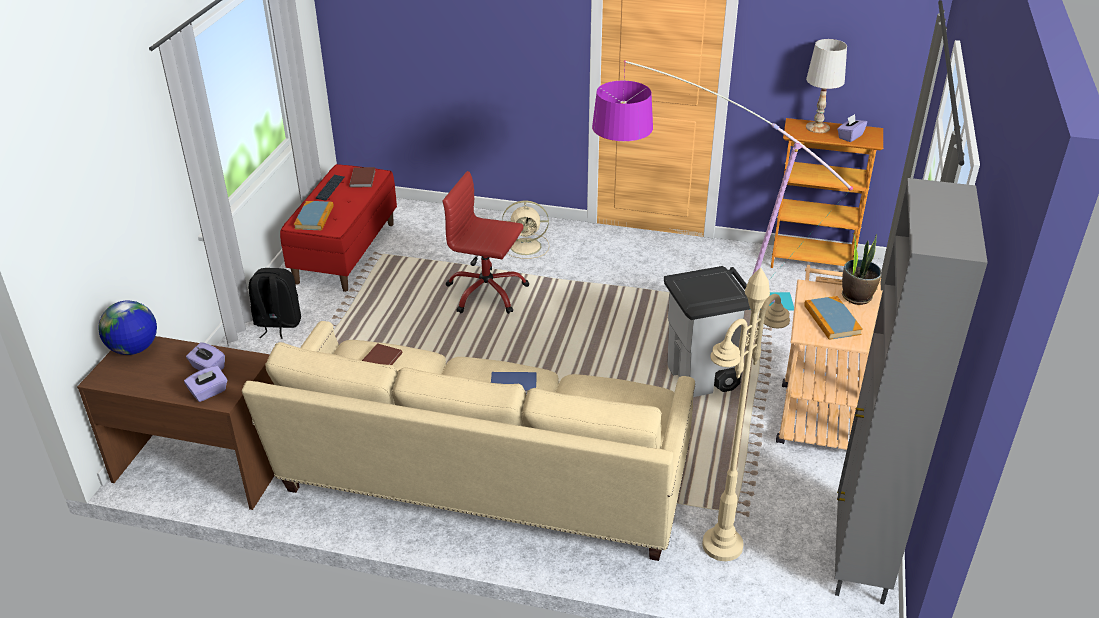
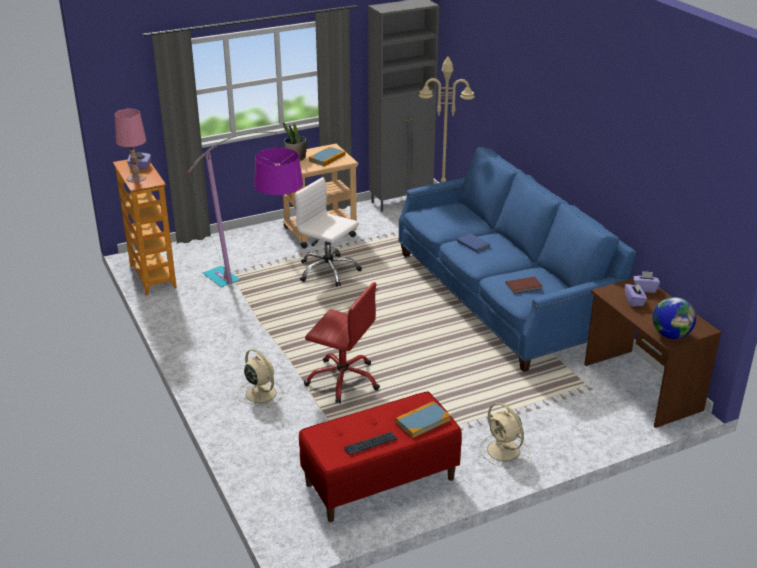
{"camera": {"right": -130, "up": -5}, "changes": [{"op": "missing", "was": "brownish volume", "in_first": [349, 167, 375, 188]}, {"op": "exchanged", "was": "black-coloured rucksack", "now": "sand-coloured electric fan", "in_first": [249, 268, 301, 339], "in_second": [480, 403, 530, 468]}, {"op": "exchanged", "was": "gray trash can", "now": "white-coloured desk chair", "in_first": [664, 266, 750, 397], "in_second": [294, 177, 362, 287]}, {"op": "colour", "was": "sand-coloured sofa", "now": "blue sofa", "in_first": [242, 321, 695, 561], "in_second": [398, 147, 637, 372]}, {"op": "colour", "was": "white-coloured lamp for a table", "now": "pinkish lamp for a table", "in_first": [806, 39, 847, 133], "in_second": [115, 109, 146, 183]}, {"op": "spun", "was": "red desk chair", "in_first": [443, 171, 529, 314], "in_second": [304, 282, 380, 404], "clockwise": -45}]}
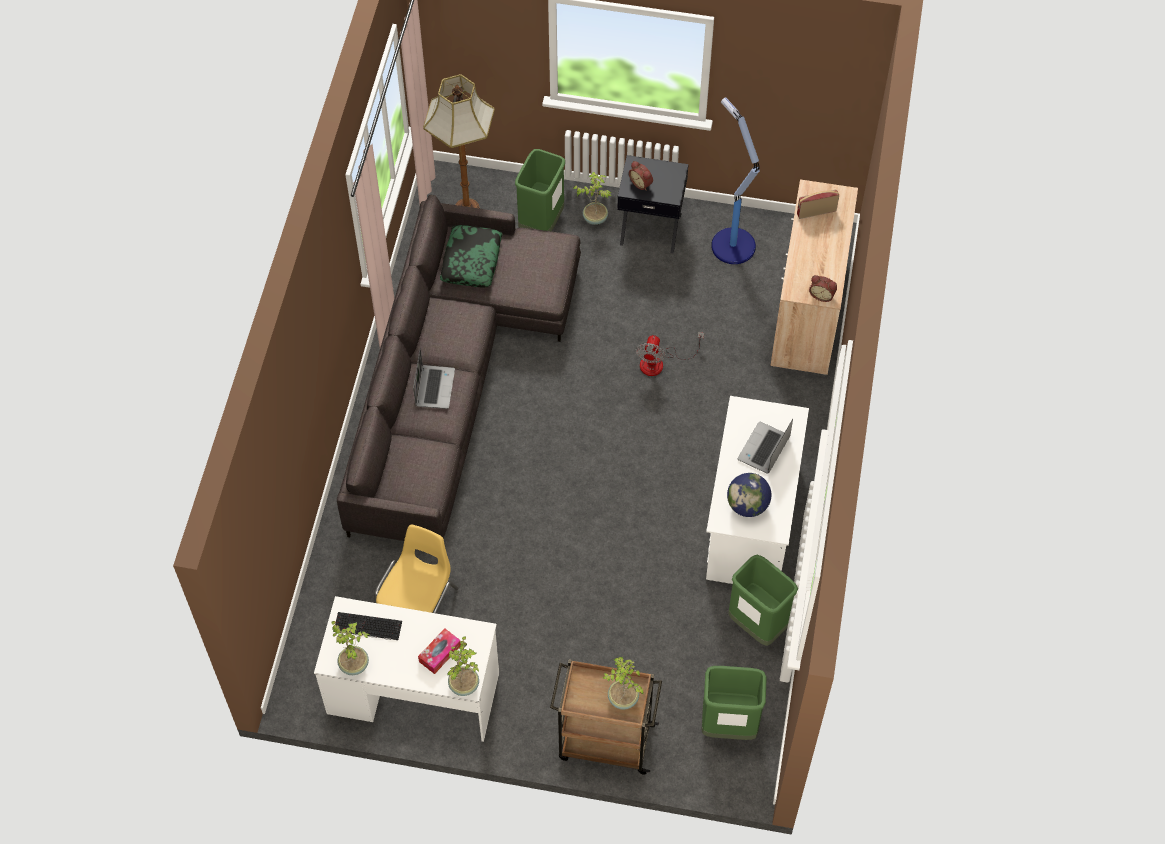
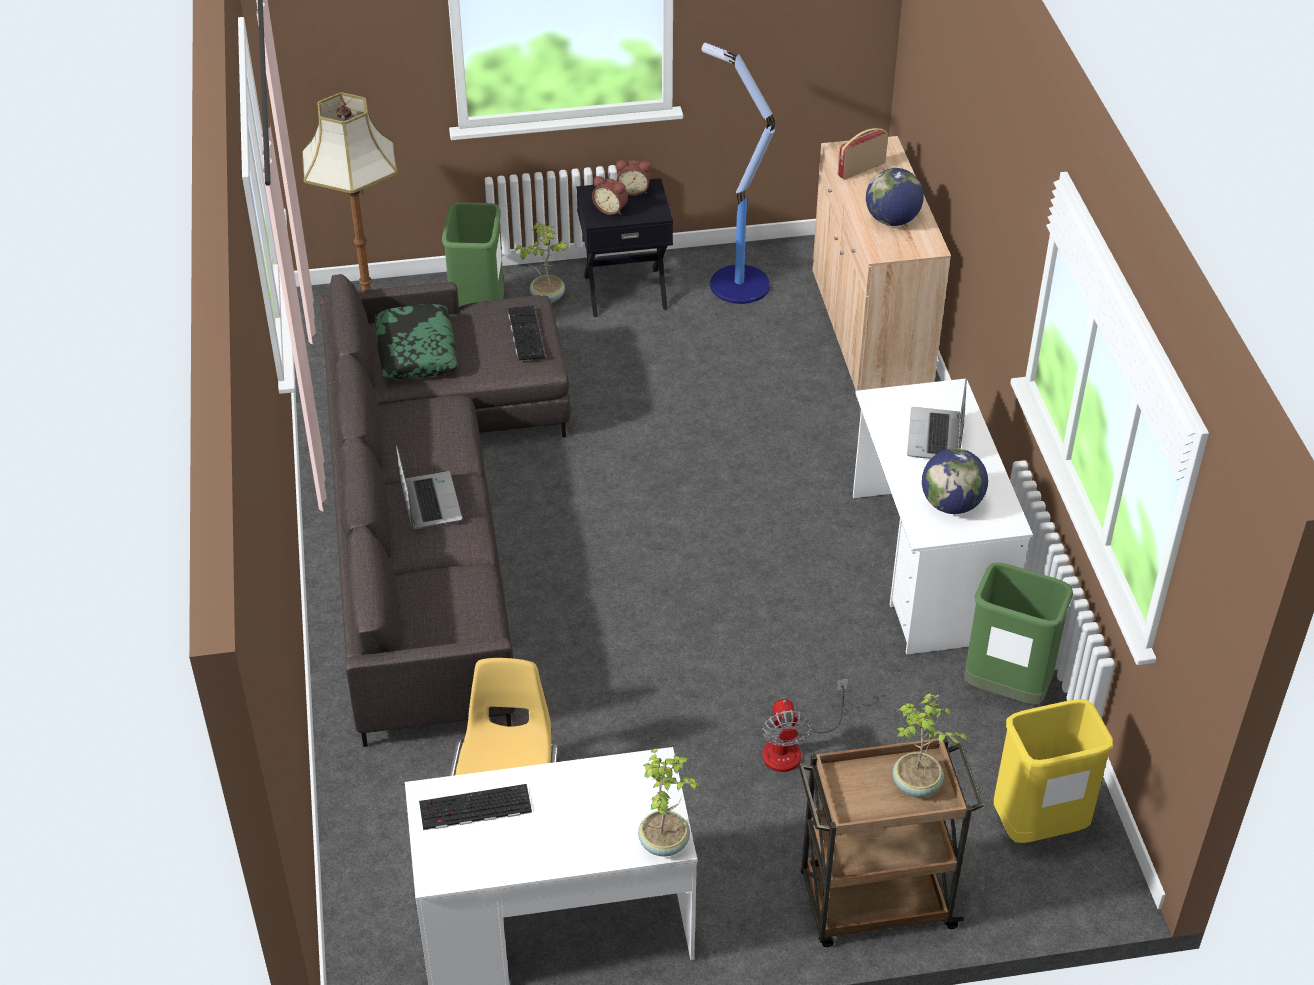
{"camera": {"right": -20, "up": -15}, "changes": [{"op": "missing", "was": "potted plant", "in_first": [331, 621, 369, 675]}, {"op": "missing", "was": "tissue holder", "in_first": [418, 628, 461, 674]}, {"op": "appeared", "now": "PC keyboard", "in_second": [508, 306, 545, 361]}, {"op": "appeared", "now": "world globe", "in_second": [866, 168, 924, 226]}, {"op": "relocated", "was": "electric fan", "in_first": [636, 332, 704, 376], "in_second": [762, 679, 848, 772]}, {"op": "relocated", "was": "alarm clock", "in_first": [809, 275, 837, 302], "in_second": [616, 160, 650, 196]}, {"op": "colour", "was": "green-coloured trash can", "now": "yellowish trash can", "in_first": [701, 666, 767, 740], "in_second": [994, 699, 1113, 843]}]}
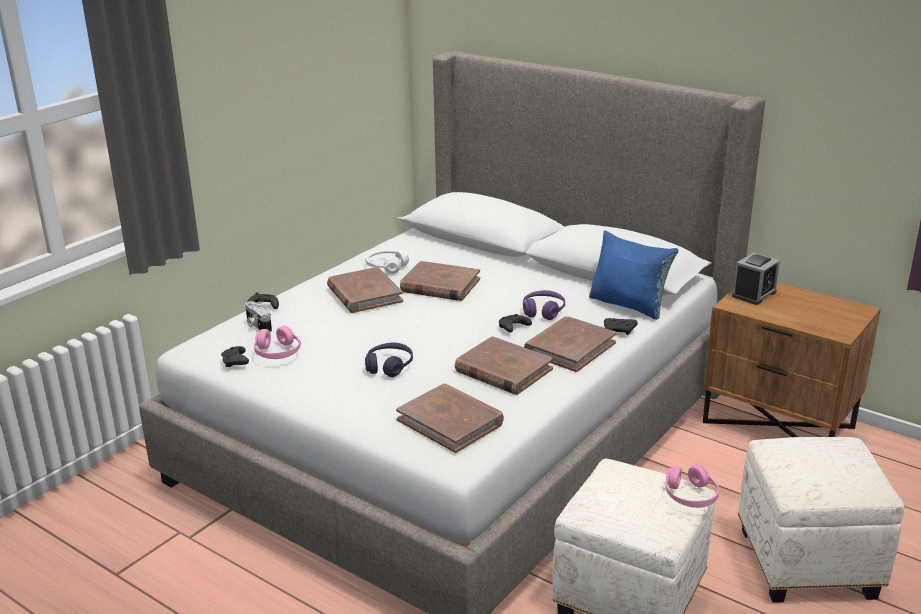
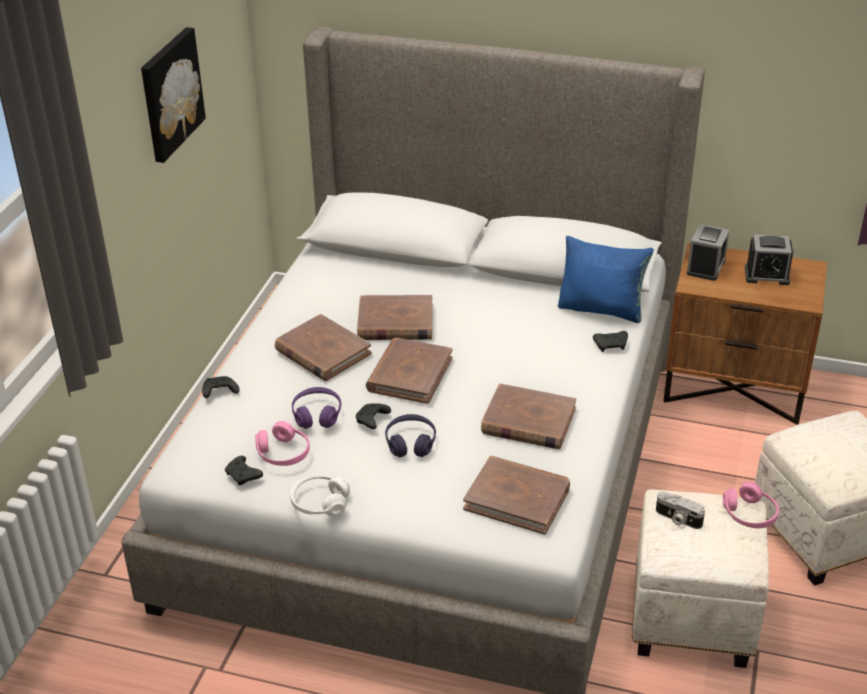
{"camera": {"right": -20, "up": 10}, "changes": [{"op": "appeared", "now": "picture", "in_second": [141, 27, 206, 163]}, {"op": "appeared", "now": "alarm clock", "in_second": [745, 234, 793, 285]}, {"op": "relocated", "was": "still camera", "in_first": [245, 301, 272, 332], "in_second": [656, 492, 705, 529]}, {"op": "relocated", "was": "white-coloured pair of headphones", "in_first": [365, 249, 409, 274], "in_second": [290, 475, 350, 516]}, {"op": "relocated", "was": "black-coloured joypad", "in_first": [499, 314, 532, 333], "in_second": [356, 403, 391, 429]}, {"op": "relocated", "was": "purplish pair of headphones", "in_first": [523, 290, 565, 320], "in_second": [292, 387, 341, 429]}, {"op": "relocated", "was": "brownish volume", "in_first": [524, 316, 617, 372], "in_second": [366, 338, 452, 404]}]}
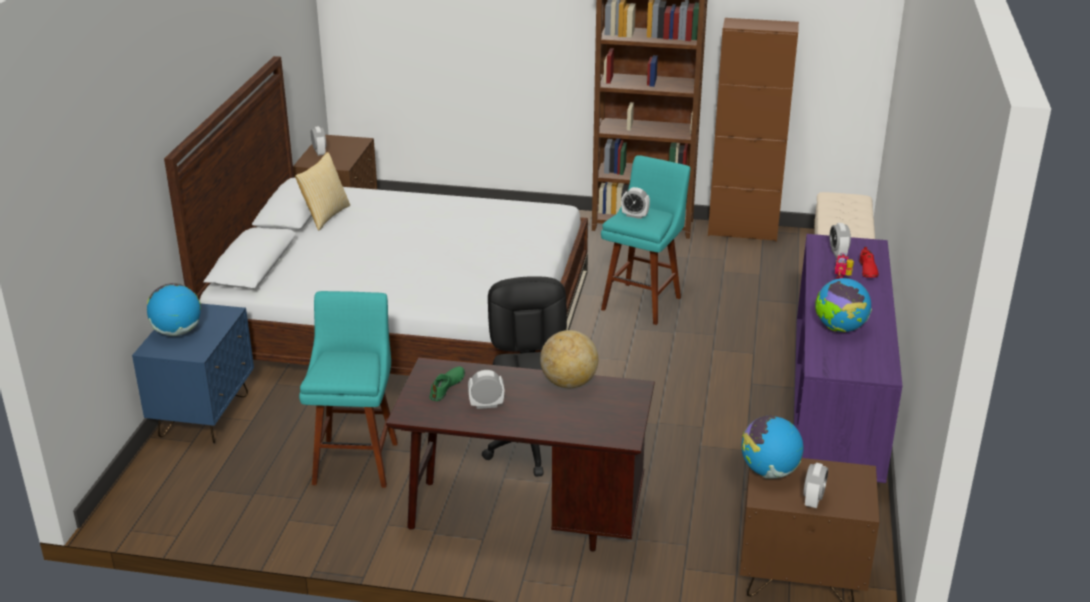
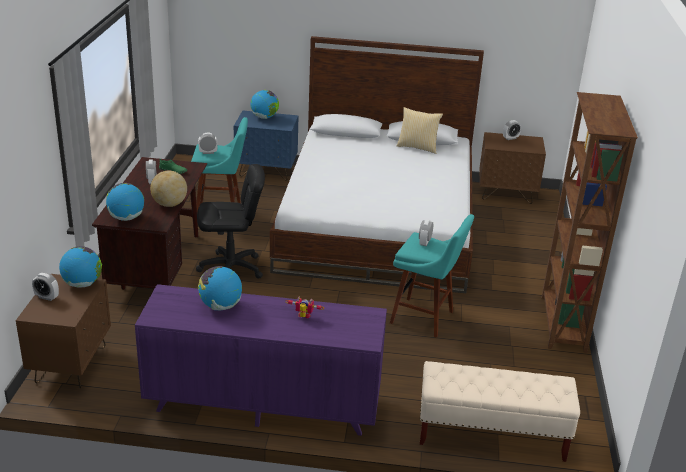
{"camera": {"right": 85, "up": 0}, "changes": [{"op": "missing", "was": "brownish storage cabinet", "in_first": [708, 18, 799, 242]}, {"op": "missing", "was": "red item of footwear", "in_first": [859, 247, 879, 277]}, {"op": "appeared", "now": "world globe", "in_second": [106, 183, 144, 221]}, {"op": "relocated", "was": "alarm clock", "in_first": [830, 223, 851, 258], "in_second": [198, 133, 218, 154]}]}
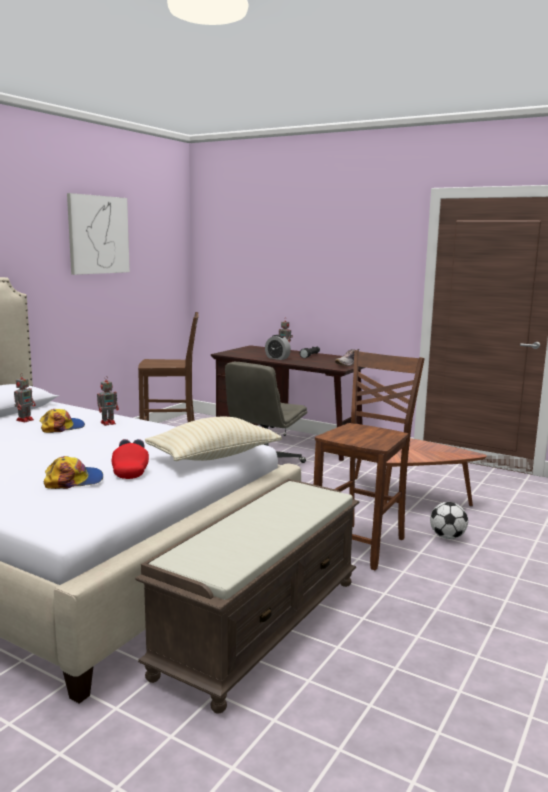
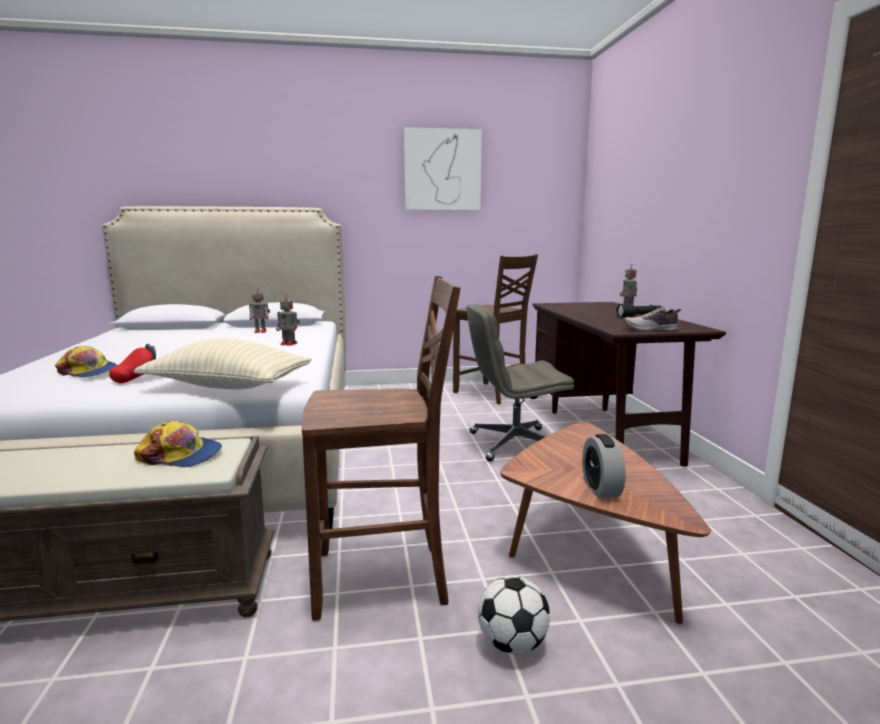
{"camera": {"right": 50, "up": 0}, "changes": [{"op": "relocated", "was": "baseball cap", "in_first": [39, 409, 85, 433], "in_second": [134, 420, 222, 467]}, {"op": "relocated", "was": "alarm clock", "in_first": [265, 335, 291, 360], "in_second": [582, 434, 626, 498]}]}
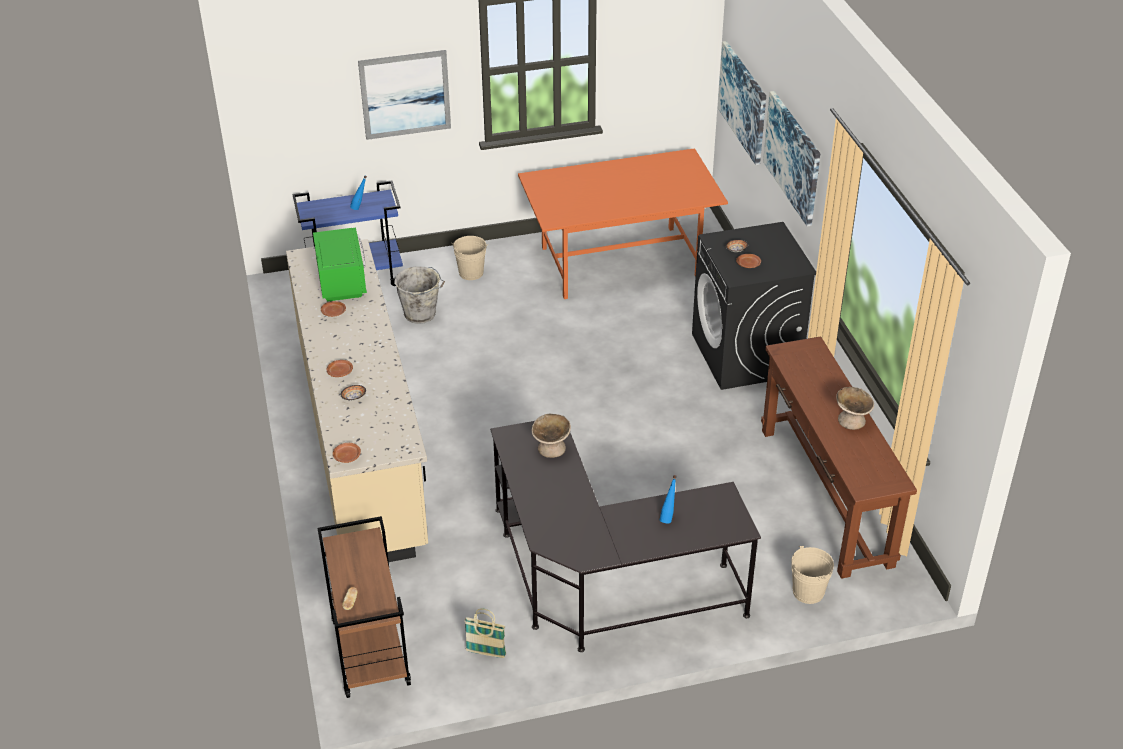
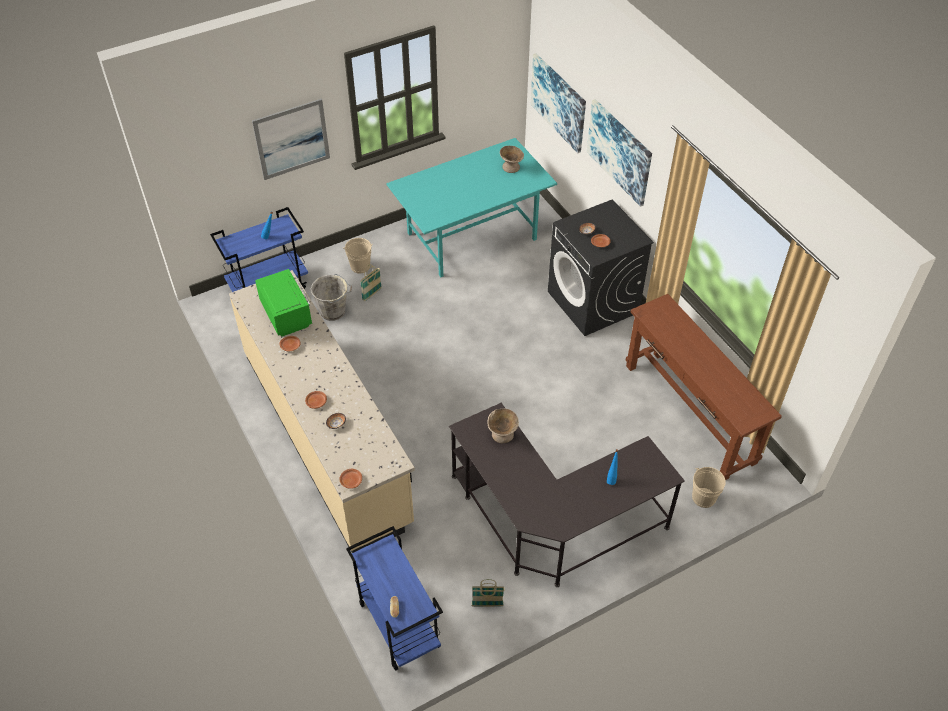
{"camera": {"right": -15, "up": 10}, "changes": [{"op": "appeared", "now": "storage basket", "in_second": [360, 264, 382, 301]}, {"op": "relocated", "was": "sand-coloured bowl", "in_first": [836, 387, 874, 430], "in_second": [500, 146, 524, 173]}, {"op": "colour", "was": "brownish trolley", "now": "blue trolley", "in_first": [317, 516, 411, 698], "in_second": [346, 526, 443, 670]}, {"op": "colour", "was": "orange kitchen table", "now": "turquoise-coloured kitchen table", "in_first": [518, 148, 728, 299], "in_second": [386, 138, 557, 277]}]}
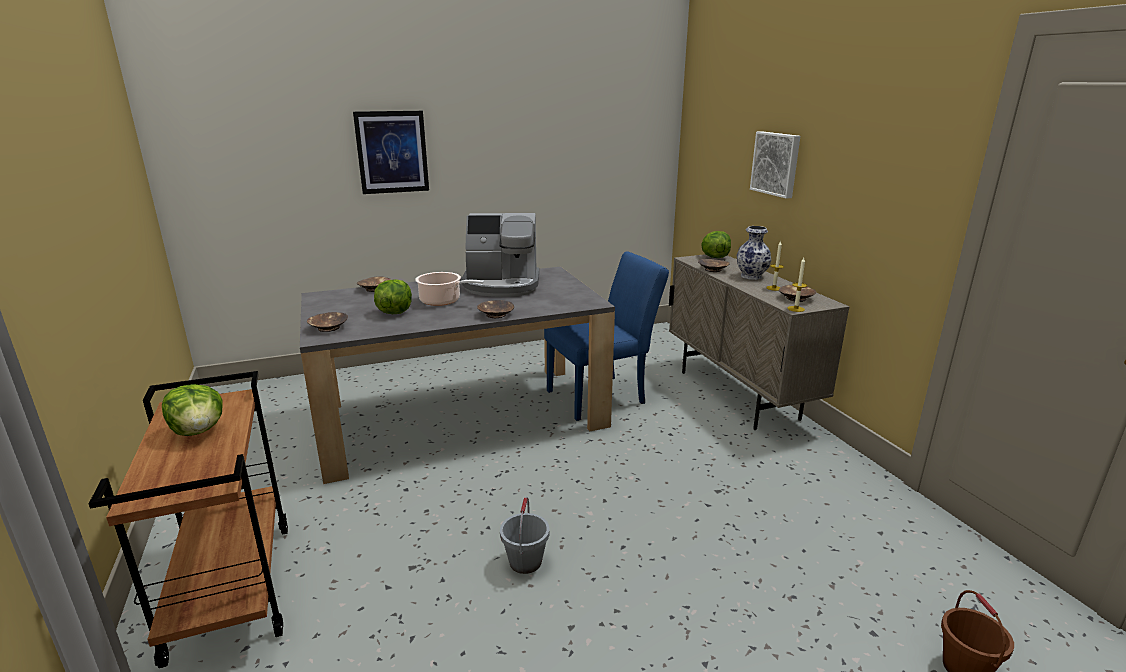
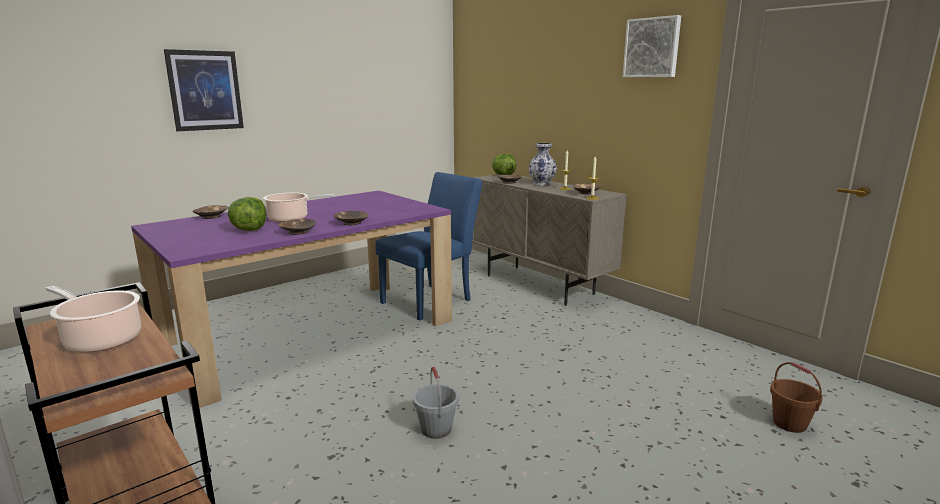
{"camera": {"right": -20, "up": -5}, "changes": [{"op": "missing", "was": "coffee maker", "in_first": [462, 213, 539, 297]}, {"op": "relocated", "was": "brownish bowl", "in_first": [307, 312, 348, 332], "in_second": [278, 219, 316, 235]}, {"op": "relocated", "was": "picture", "in_first": [750, 131, 800, 199], "in_second": [623, 15, 681, 77]}, {"op": "exchanged", "was": "head of lettuce", "now": "saucepot", "in_first": [162, 384, 223, 436], "in_second": [45, 286, 141, 353]}, {"op": "colour", "was": "gray kitchen table", "now": "purplish kitchen table", "in_first": [300, 267, 615, 484], "in_second": [131, 191, 452, 408]}]}
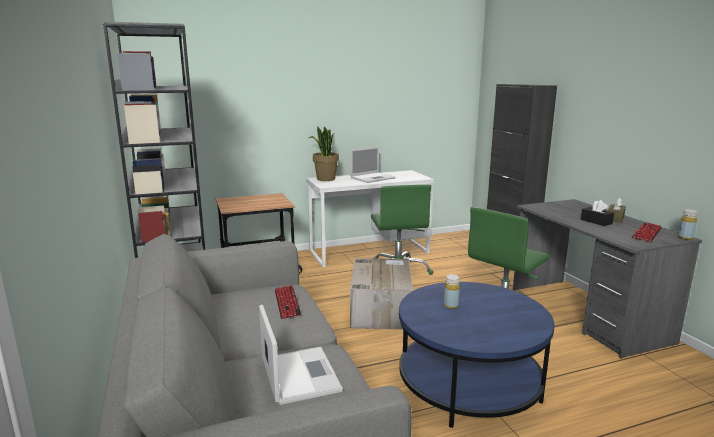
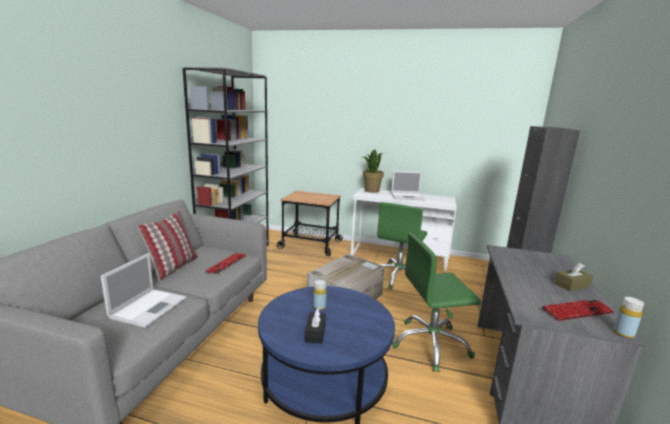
{"camera": {"right": 35, "up": 0}, "changes": [{"op": "appeared", "now": "cushion", "in_second": [137, 211, 198, 281]}, {"op": "relocated", "was": "black-coloured tissue holder", "in_first": [581, 200, 614, 226], "in_second": [305, 308, 326, 344]}]}
